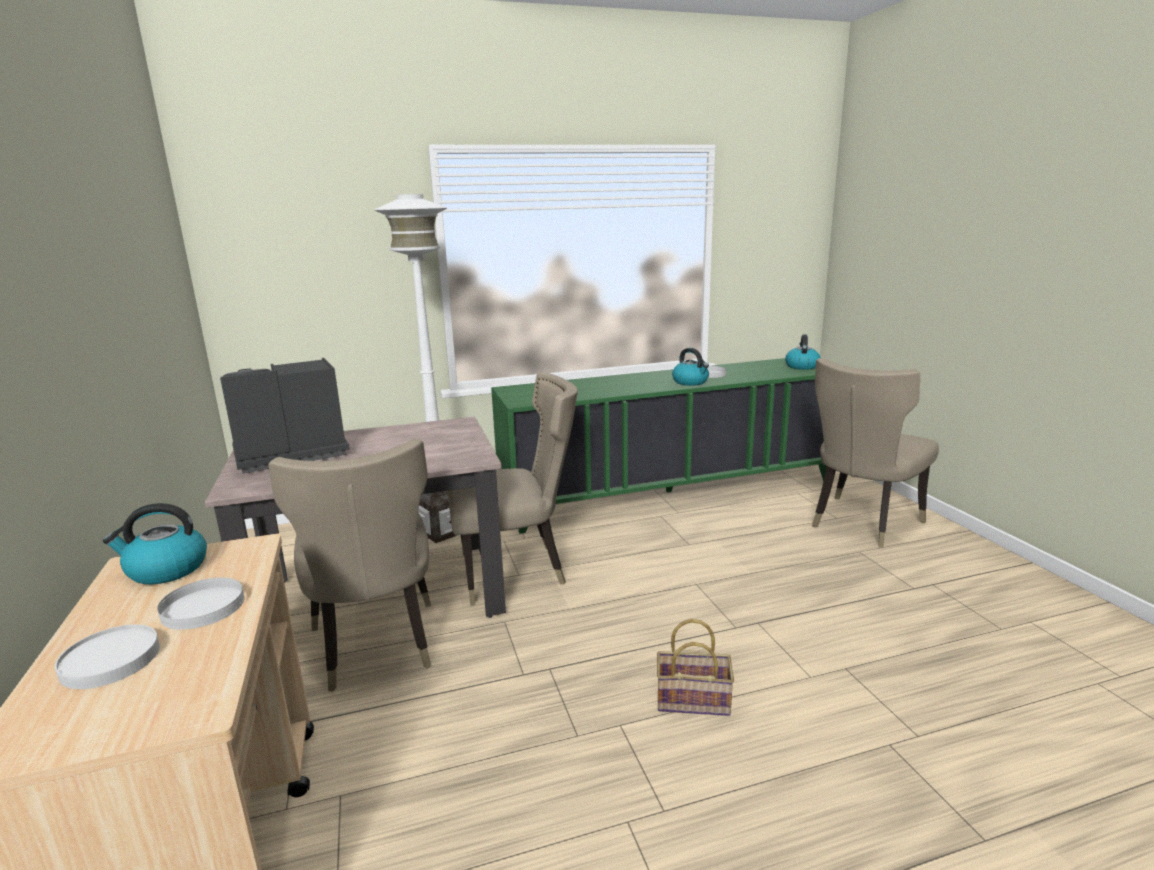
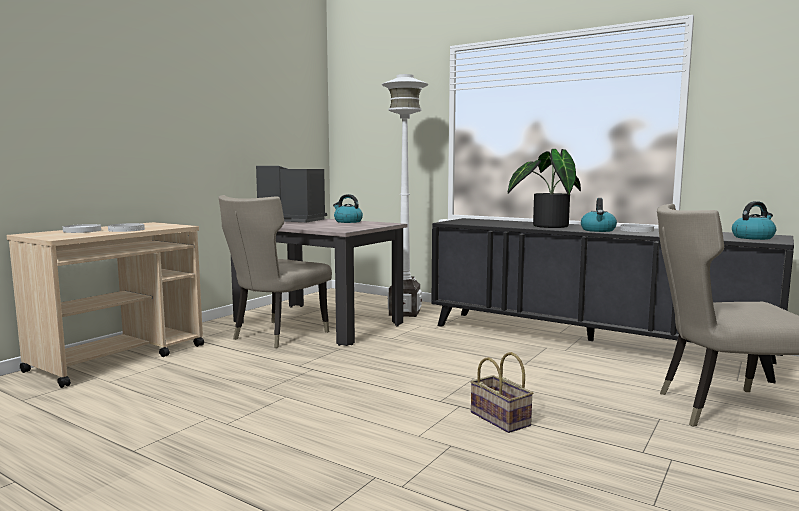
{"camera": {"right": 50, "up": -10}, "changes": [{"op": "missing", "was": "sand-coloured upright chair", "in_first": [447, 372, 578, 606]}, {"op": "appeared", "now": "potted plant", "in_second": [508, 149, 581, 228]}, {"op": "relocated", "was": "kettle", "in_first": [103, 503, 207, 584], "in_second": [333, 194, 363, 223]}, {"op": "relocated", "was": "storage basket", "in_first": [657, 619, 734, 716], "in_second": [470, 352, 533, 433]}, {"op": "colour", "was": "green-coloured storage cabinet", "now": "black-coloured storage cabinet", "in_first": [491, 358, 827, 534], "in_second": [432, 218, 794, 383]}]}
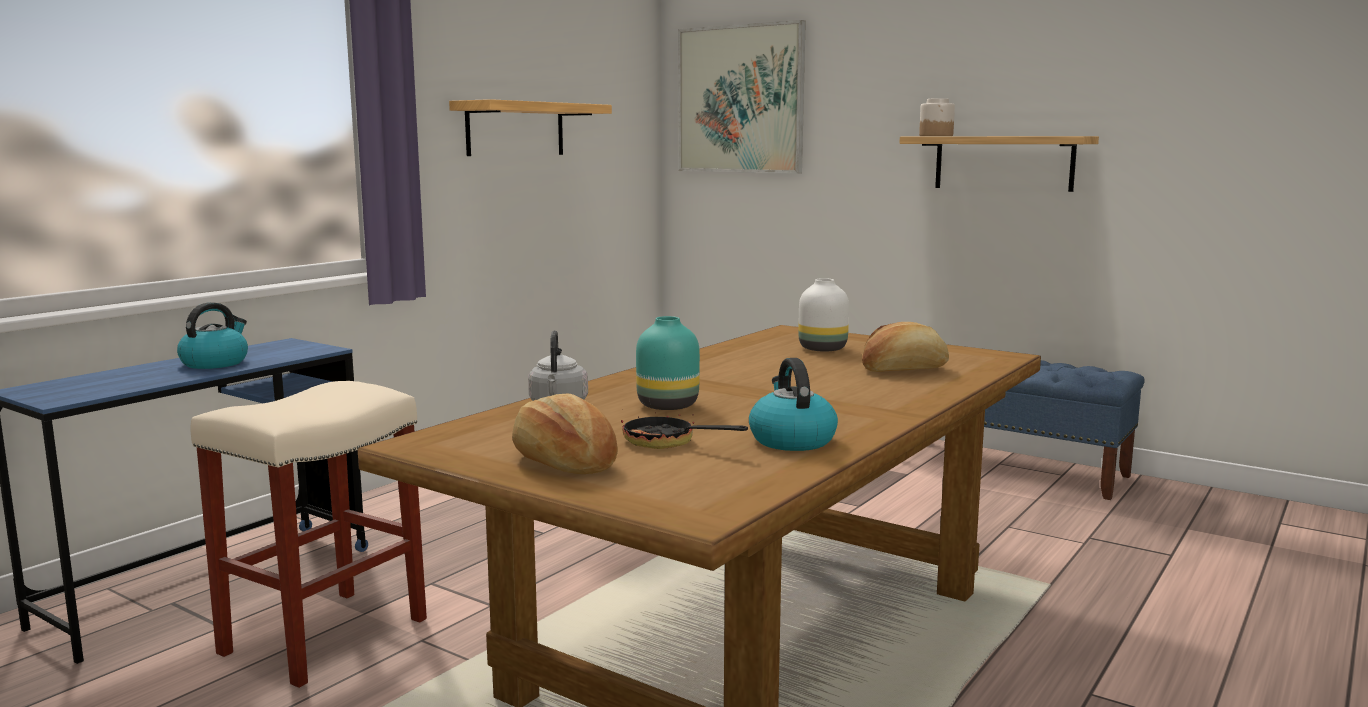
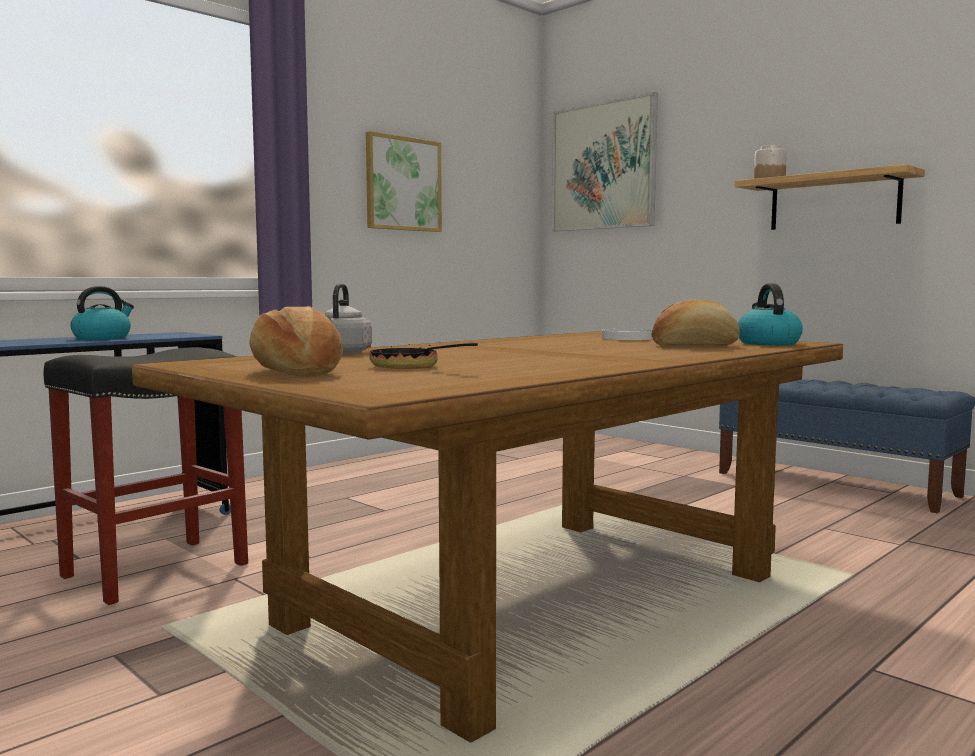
{"camera": {"right": 10, "up": -5}, "changes": [{"op": "missing", "was": "turquoise-coloured vase", "in_first": [636, 316, 700, 410]}, {"op": "relocated", "was": "kettle", "in_first": [749, 358, 838, 451], "in_second": [738, 283, 803, 345]}, {"op": "exchanged", "was": "wall shelf", "now": "picture", "in_first": [449, 99, 612, 156], "in_second": [366, 131, 442, 232]}, {"op": "exchanged", "was": "white-coloured vase", "now": "white-coloured flat dish", "in_first": [798, 278, 849, 352], "in_second": [602, 329, 653, 340]}, {"op": "colour", "was": "sand-coloured stool seat", "now": "black-coloured stool seat", "in_first": [190, 381, 427, 688], "in_second": [44, 347, 248, 605]}]}
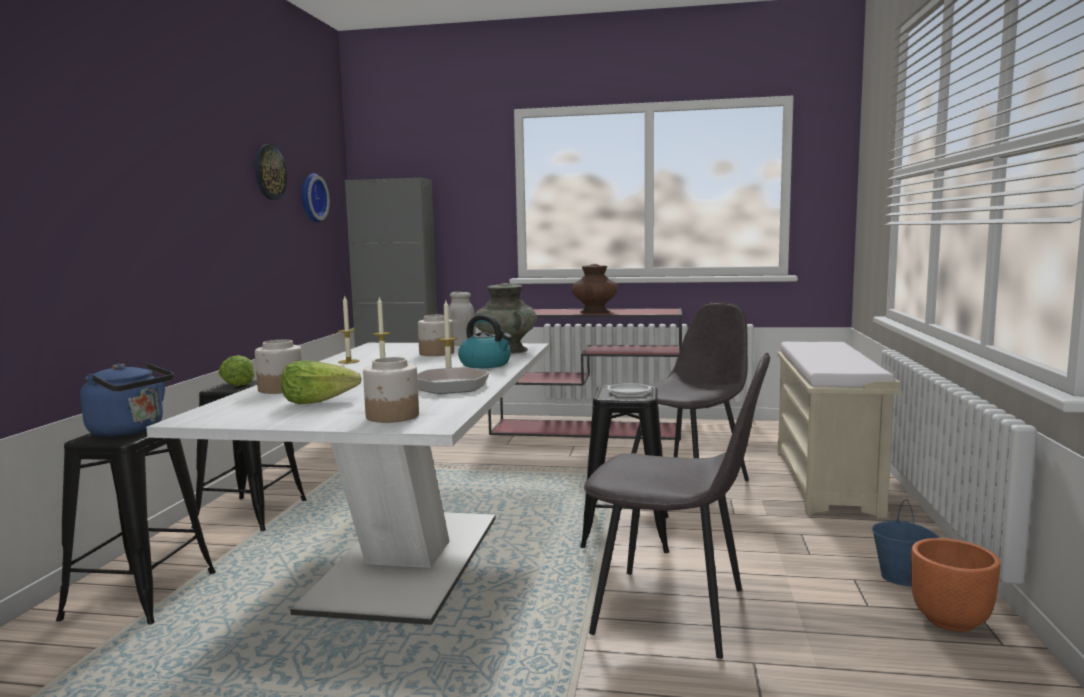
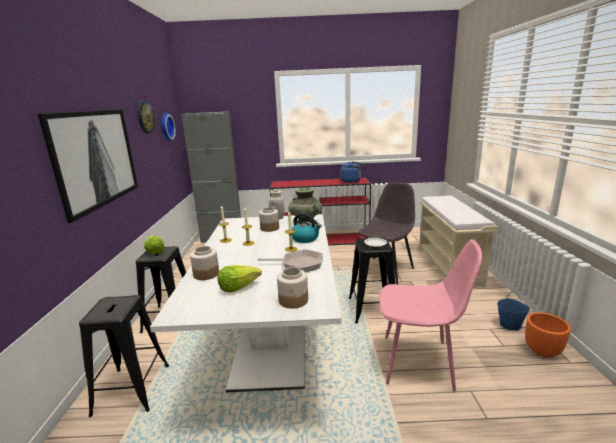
{"camera": {"right": -10, "up": 10}, "changes": [{"op": "missing", "was": "brownish vase", "in_first": [572, 264, 618, 314]}, {"op": "appeared", "now": "picture", "in_second": [38, 109, 138, 223]}, {"op": "relocated", "was": "blue kettle", "in_first": [80, 363, 174, 437], "in_second": [340, 161, 363, 183]}, {"op": "colour", "was": "gray upright chair", "now": "pinkish upright chair", "in_first": [584, 353, 770, 659], "in_second": [379, 239, 483, 391]}]}
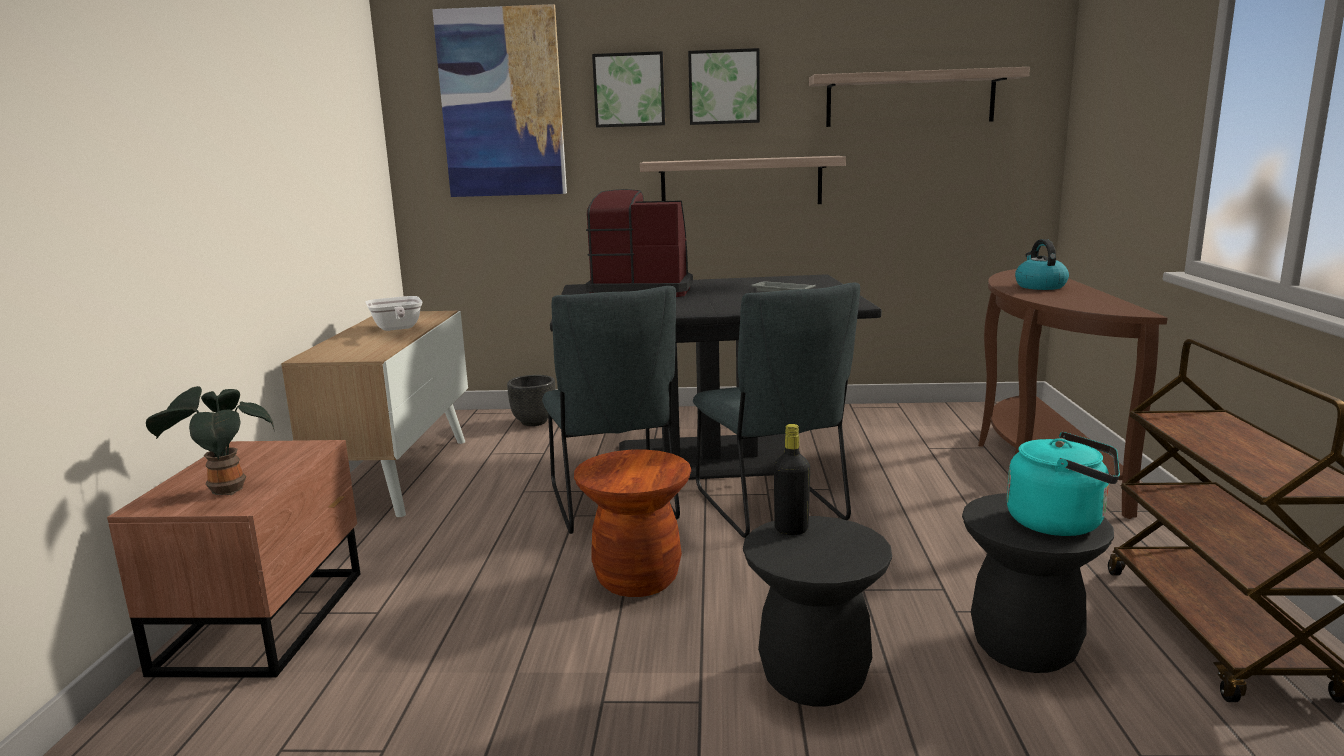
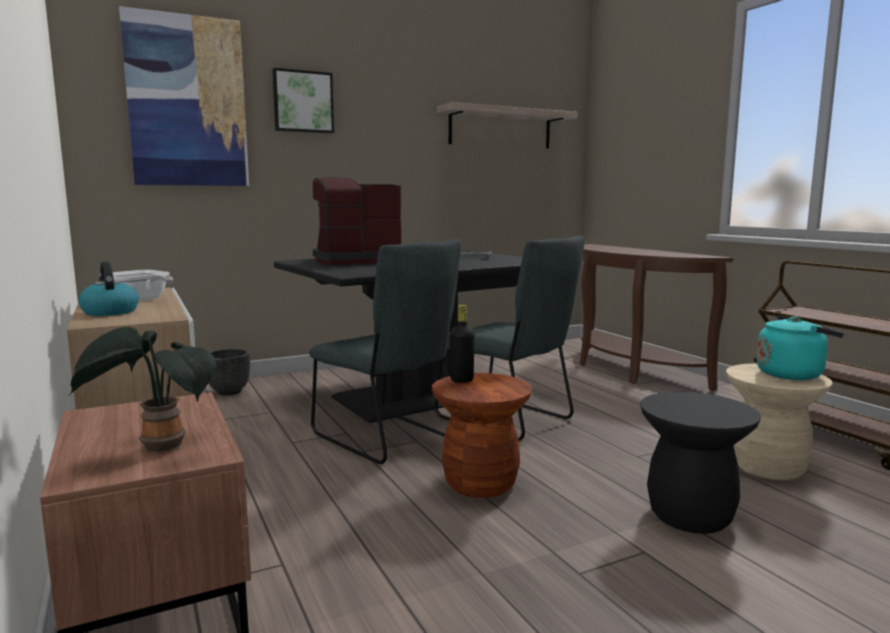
{"camera": {"right": -30, "up": -5}, "changes": [{"op": "missing", "was": "wall shelf", "in_first": [640, 156, 846, 204]}, {"op": "missing", "was": "picture", "in_first": [688, 48, 760, 125]}, {"op": "relocated", "was": "black-coloured drink bottle", "in_first": [774, 424, 810, 535], "in_second": [450, 305, 475, 383]}, {"op": "relocated", "was": "kettle", "in_first": [1015, 239, 1069, 290], "in_second": [78, 262, 139, 316]}, {"op": "colour", "was": "black-coloured stool seat", "now": "sand-coloured stool seat", "in_first": [962, 493, 1114, 673], "in_second": [726, 363, 833, 480]}]}
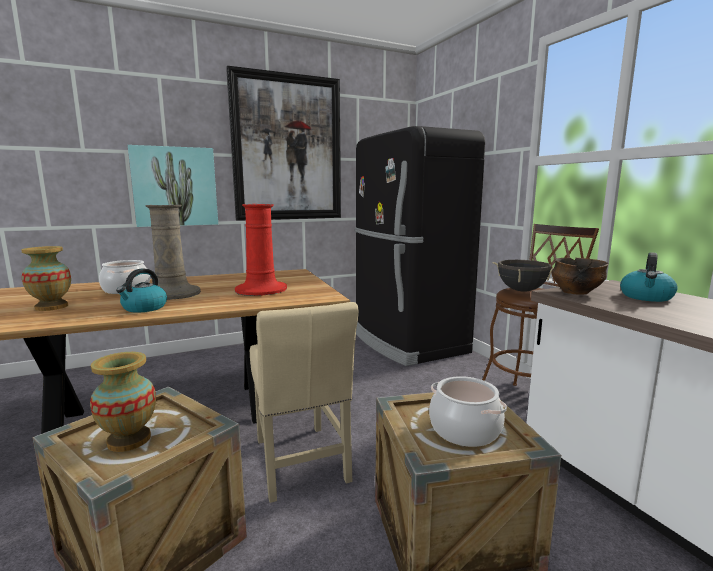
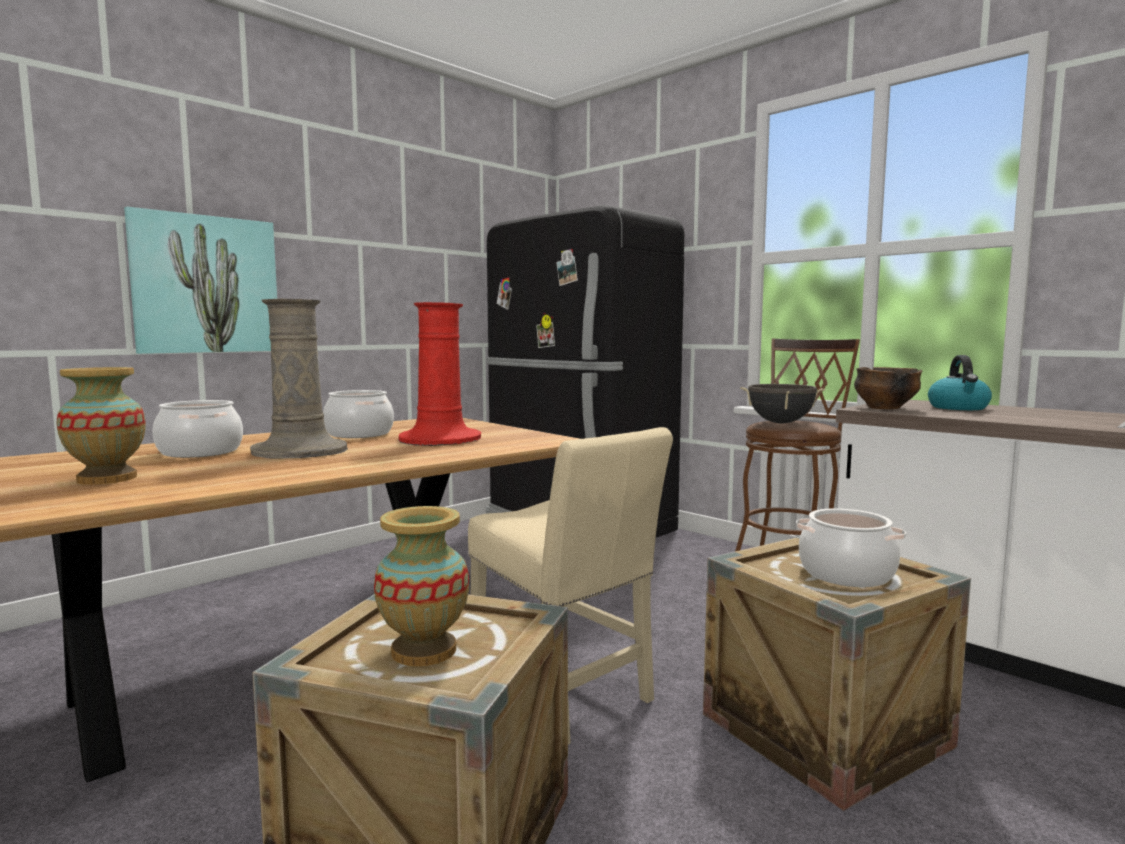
{"camera": {"right": -20, "up": -5}, "changes": [{"op": "missing", "was": "kettle", "in_first": [116, 268, 167, 313]}, {"op": "missing", "was": "picture", "in_first": [226, 66, 341, 221]}, {"op": "appeared", "now": "saucepot", "in_second": [323, 390, 394, 438]}]}
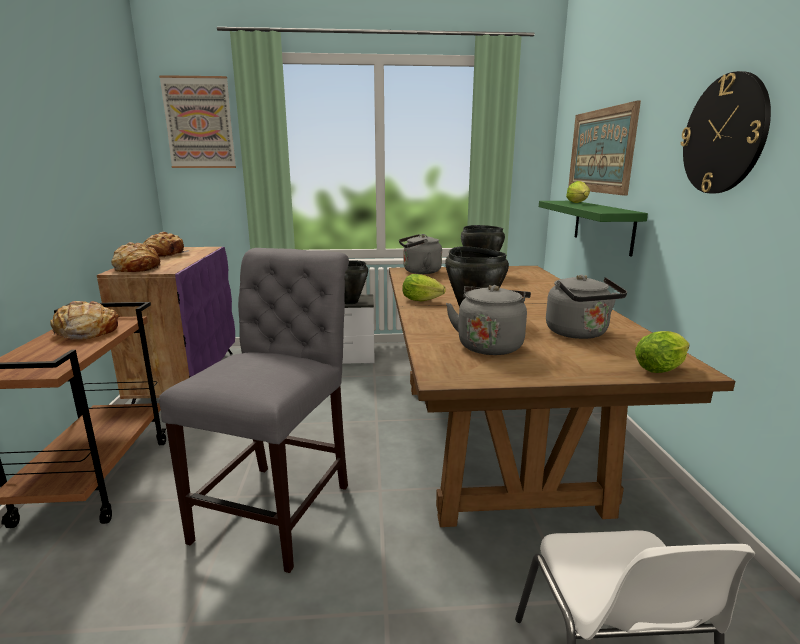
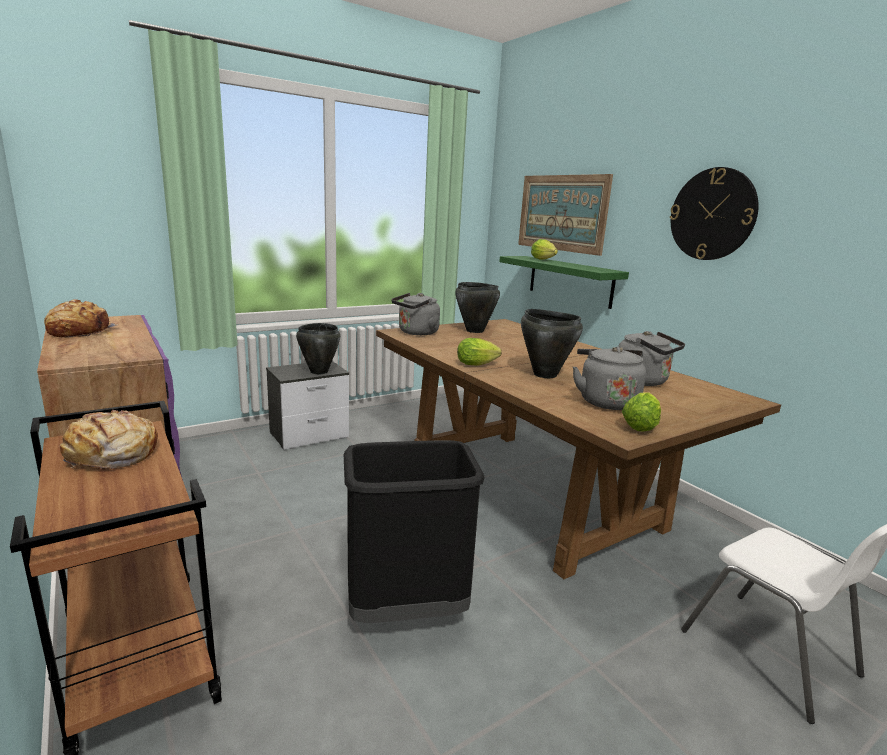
{"camera": {"right": -30, "up": 0}, "changes": [{"op": "missing", "was": "baked bread", "in_first": [111, 242, 161, 272]}, {"op": "missing", "was": "picture", "in_first": [159, 75, 236, 168]}, {"op": "relocated", "was": "head of lettuce", "in_first": [635, 331, 690, 373], "in_second": [622, 392, 661, 431]}, {"op": "exchanged", "was": "gray upright chair", "now": "black-coloured trash can", "in_first": [159, 248, 349, 573], "in_second": [344, 440, 485, 623]}]}
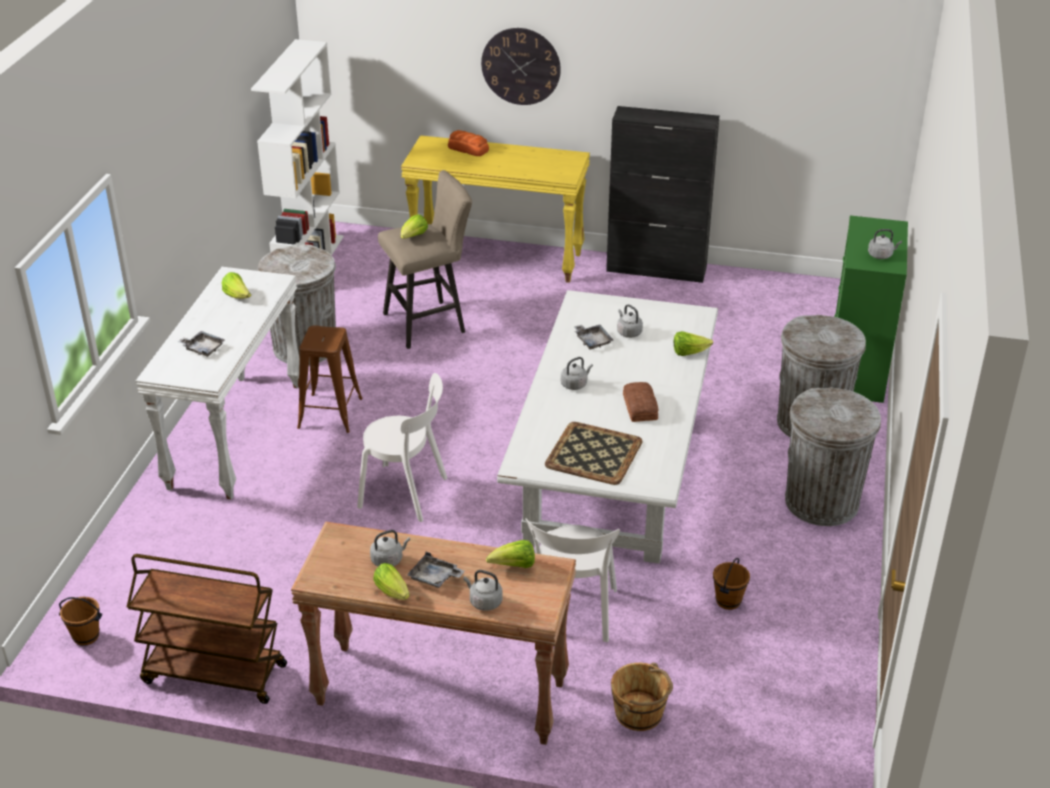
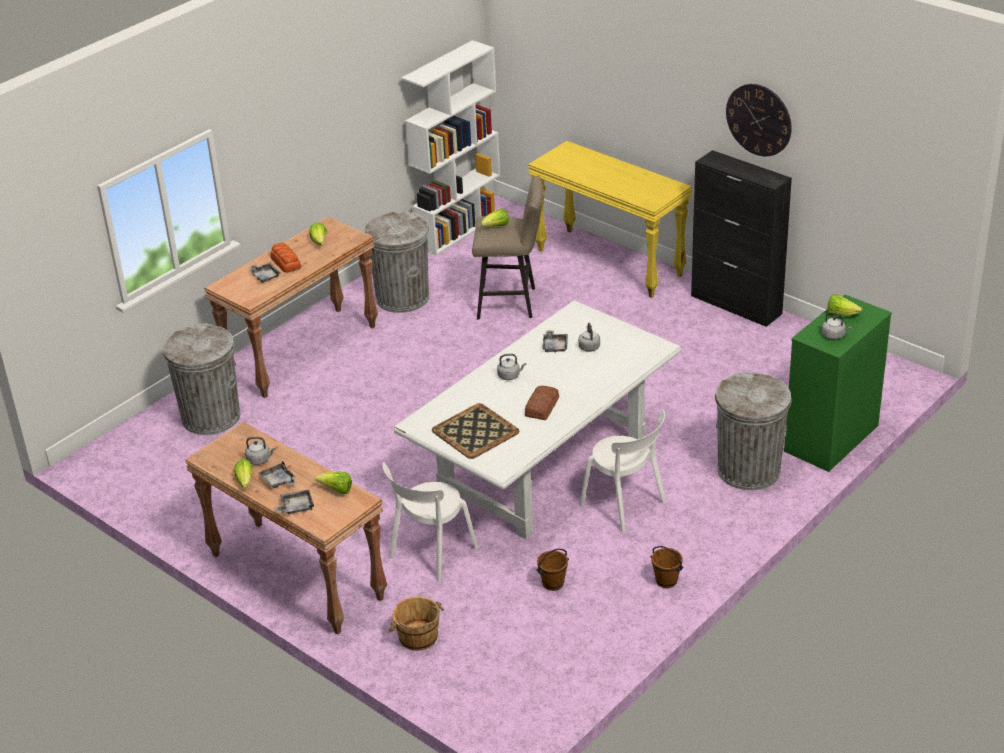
{"camera": {"right": 30, "up": 0}, "changes": [{"op": "missing", "was": "brownish trolley", "in_first": [127, 554, 287, 704]}, {"op": "missing", "was": "brownish stool seat", "in_first": [297, 325, 363, 433]}, {"op": "relocated", "was": "brownish pail", "in_first": [59, 597, 102, 646], "in_second": [651, 546, 683, 588]}, {"op": "relocated", "was": "white-coloured upright chair", "in_first": [357, 373, 447, 522], "in_second": [580, 410, 666, 533]}, {"op": "relocated", "was": "baked bread", "in_first": [448, 130, 489, 156], "in_second": [270, 243, 301, 273]}, {"op": "relocated", "was": "hanging clock", "in_first": [481, 28, 561, 105], "in_second": [726, 84, 792, 156]}, {"op": "relocated", "was": "head of lettuce", "in_first": [674, 331, 713, 356], "in_second": [827, 294, 863, 316]}, {"op": "relocated", "was": "gray trash can", "in_first": [785, 388, 881, 526], "in_second": [163, 323, 240, 435]}, {"op": "exchanged", "was": "gray kettle", "now": "gray carrying tray", "in_first": [464, 570, 503, 611], "in_second": [275, 490, 314, 514]}, {"op": "colour", "was": "white-coloured narrow table", "now": "brownish narrow table", "in_first": [136, 267, 300, 500], "in_second": [204, 217, 378, 398]}]}
